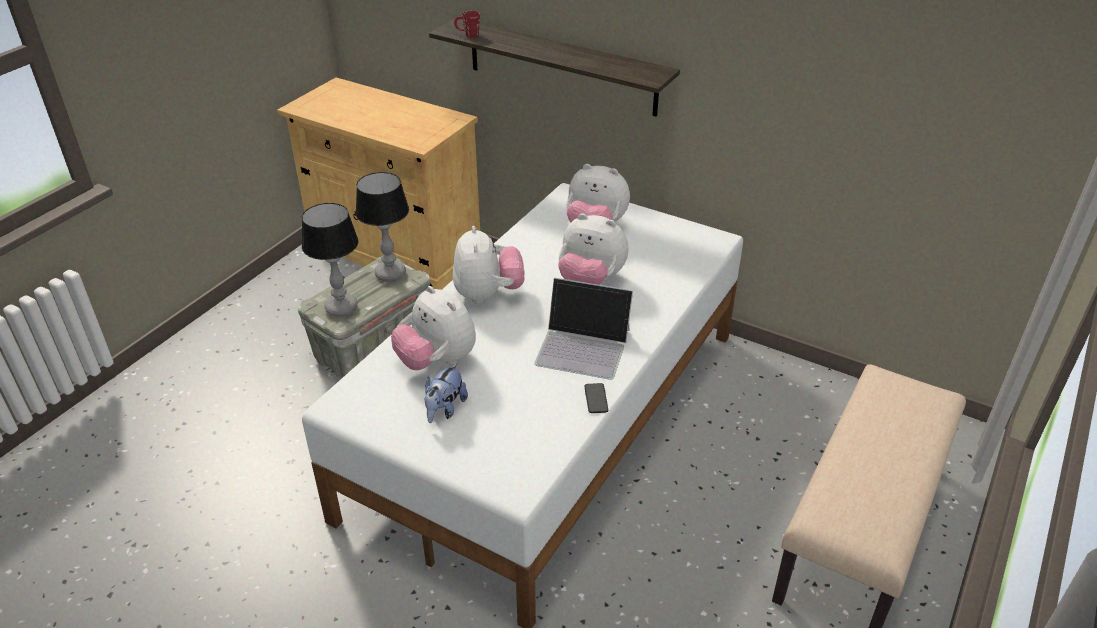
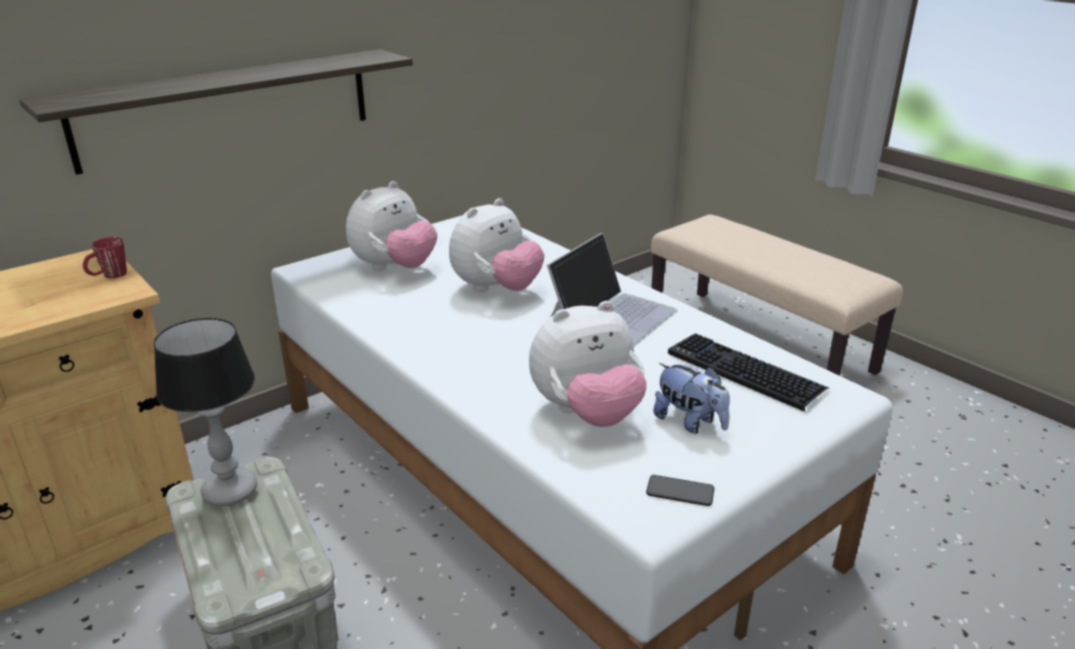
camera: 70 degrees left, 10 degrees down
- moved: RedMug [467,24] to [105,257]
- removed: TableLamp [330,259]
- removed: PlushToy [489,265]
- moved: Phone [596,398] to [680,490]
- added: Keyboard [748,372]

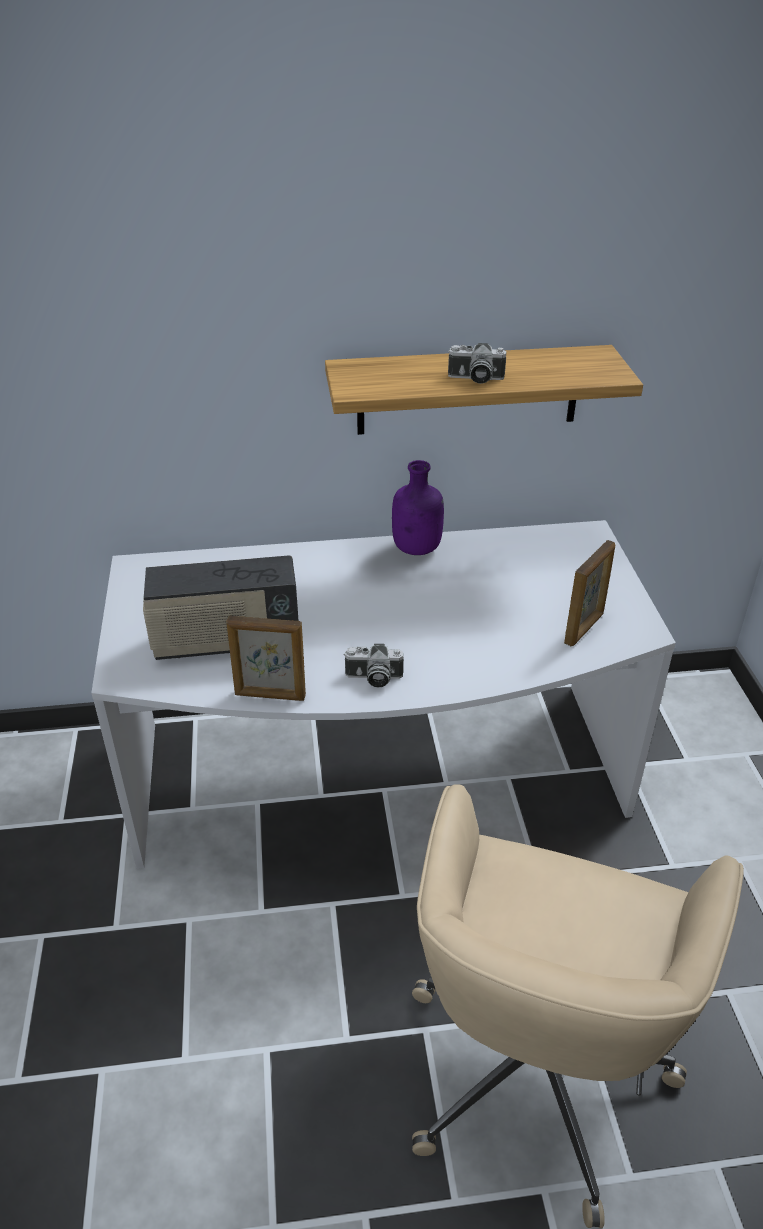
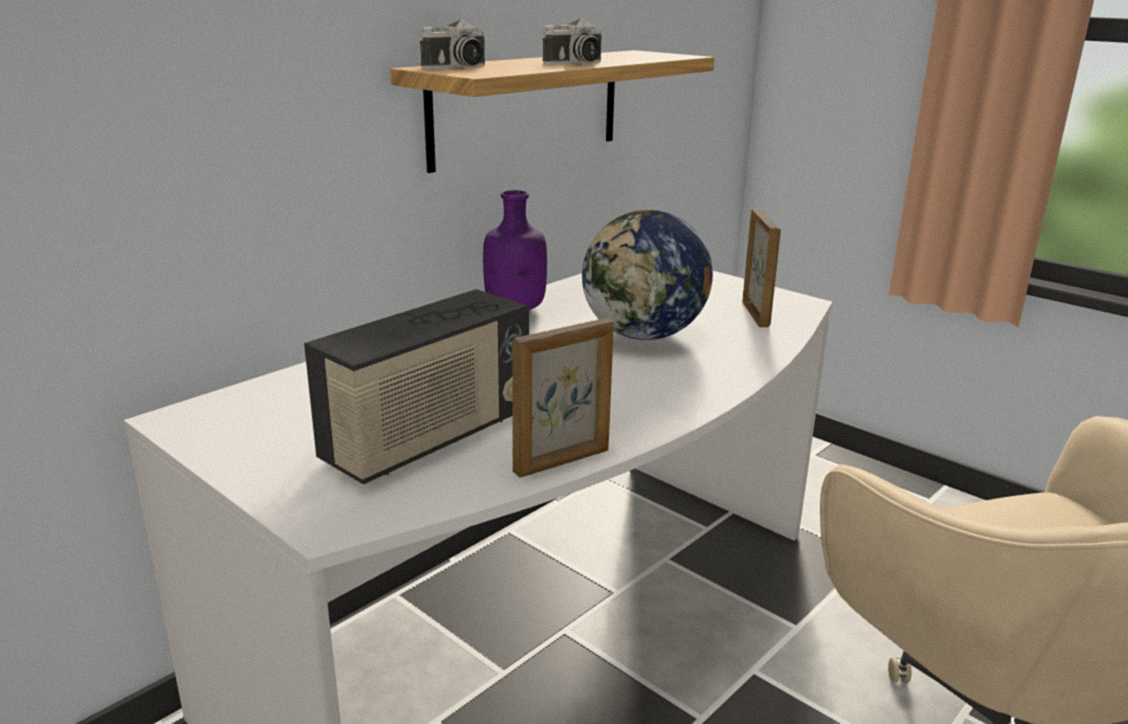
camera: 40 degrees left, 15 degrees down
- moved: PhotoCamera [374,666] to [452,44]
- added: Globe [647,275]

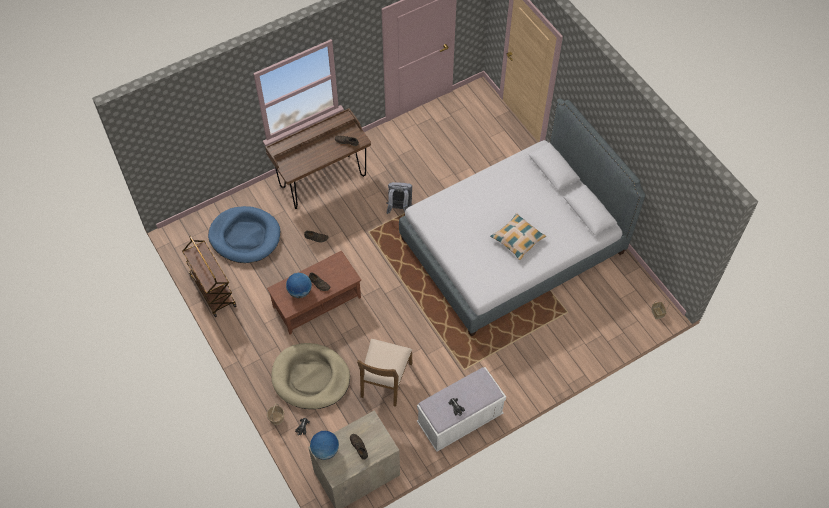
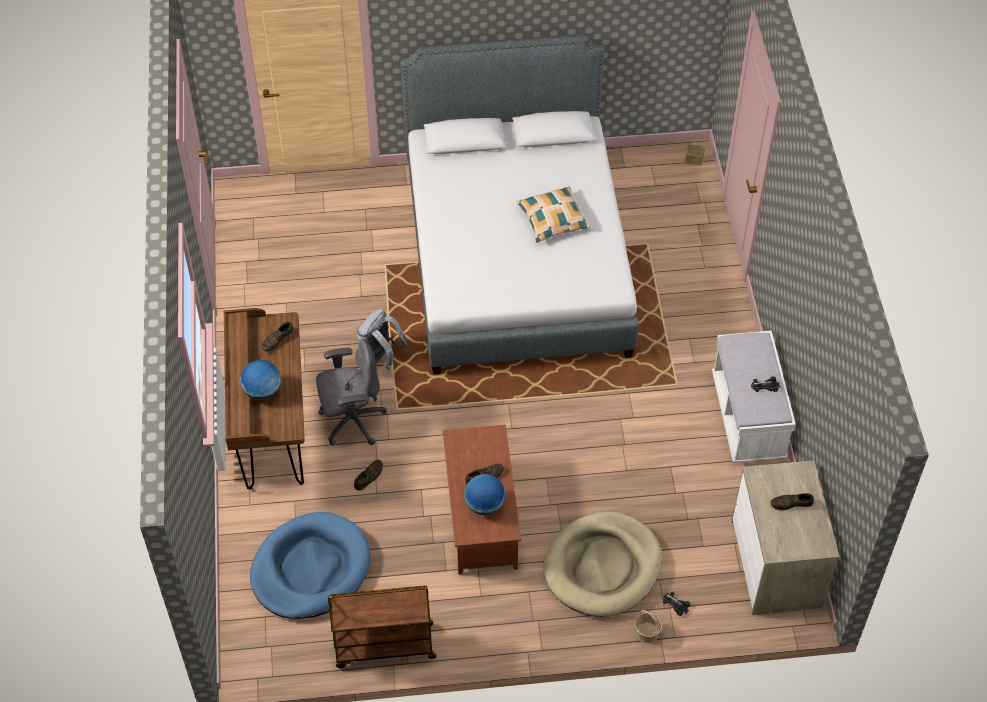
camera: 65 degrees left, 5 degrees down
- removed: BrownChair [384,373]
- moved: Globe [324,445] to [260,380]
- added: GreyOfficeChair [351,392]

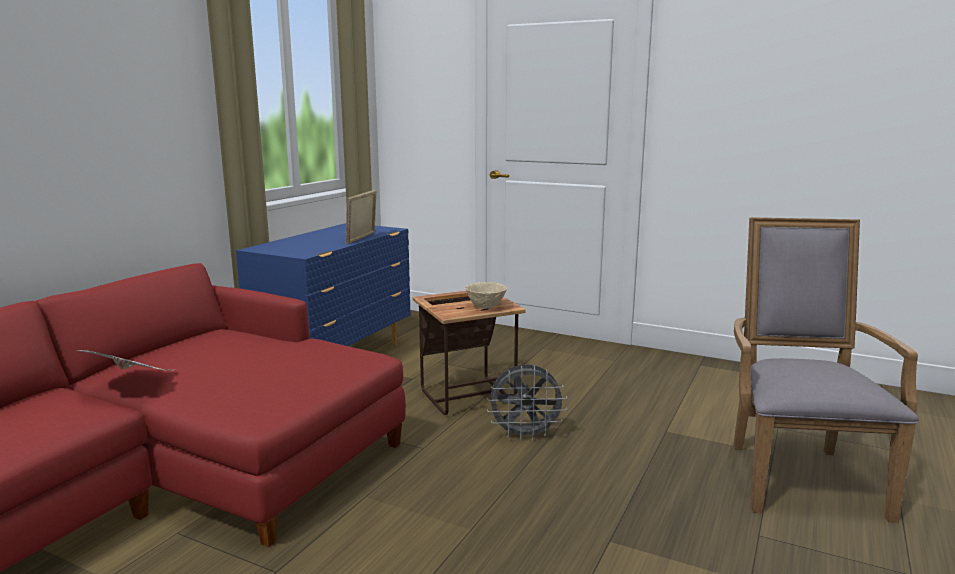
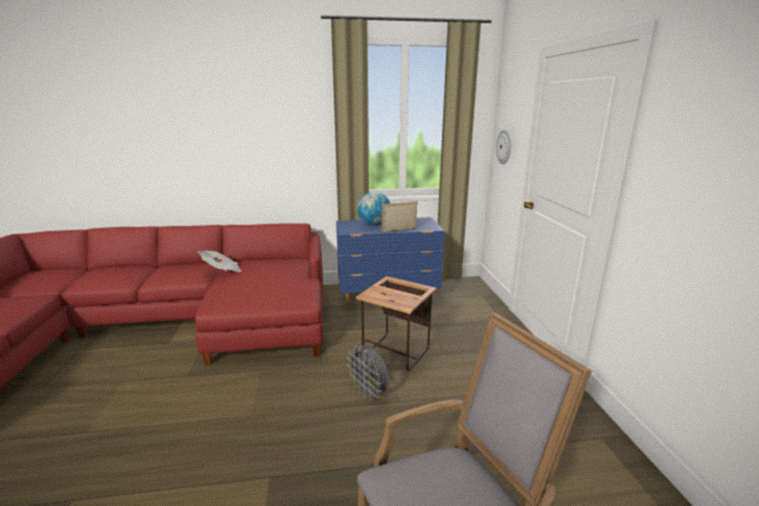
camera: 55 degrees right, 5 degrees up
- removed: BeigeBowl [486,295]
- added: WallClock [503,146]
- added: Globe [373,209]

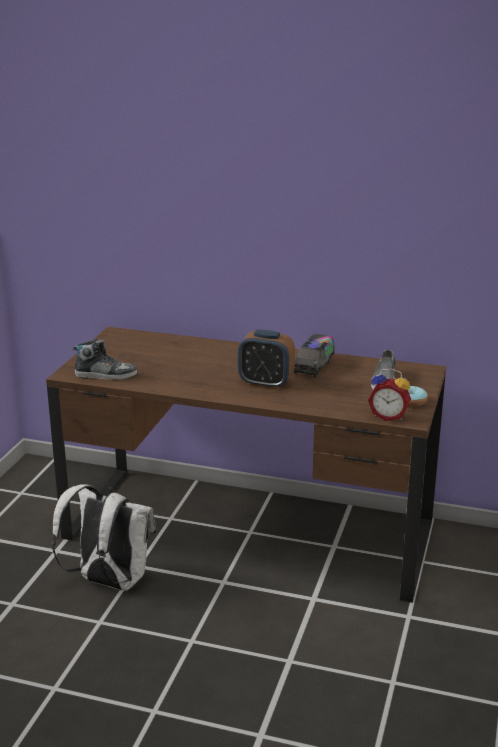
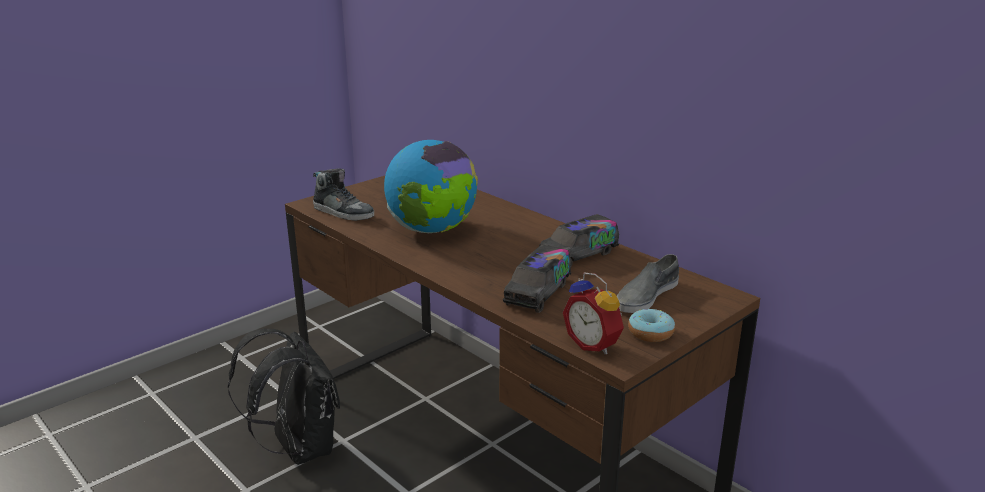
camera: 30 degrees right, 0 degrees up
- removed: AlarmClock [266,359]
- recoloured: WhiteBackpack [104,537] to BlackBackpack [284,397]
- added: Globe [431,186]
- added: ToyTruck [537,279]

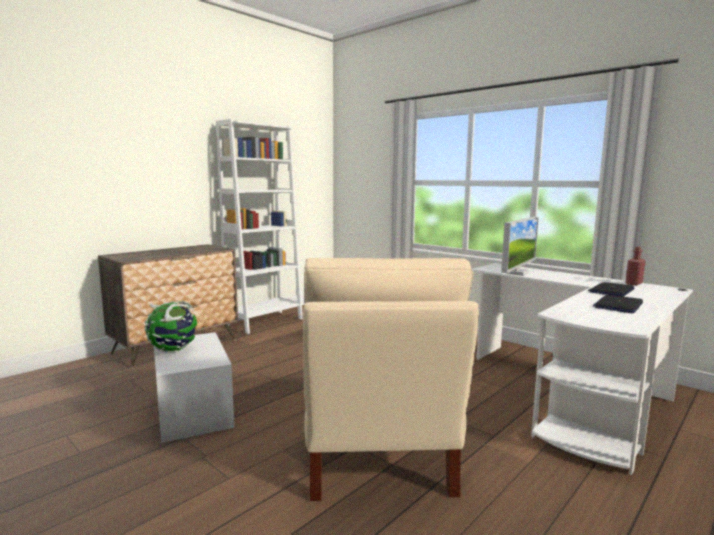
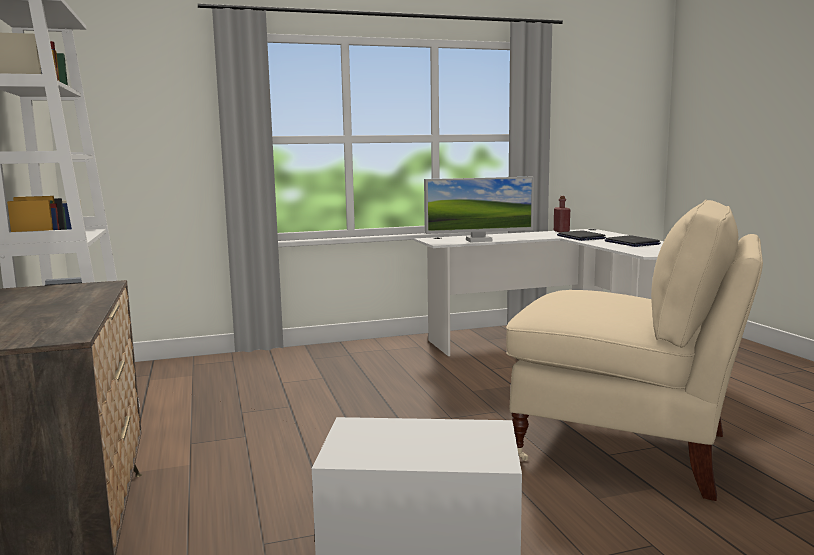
camera: 60 degrees left, 0 degrees up
- turned: Monitor [520,246] = [479,209] 105 degrees clockwise
- removed: Globe [171,326]

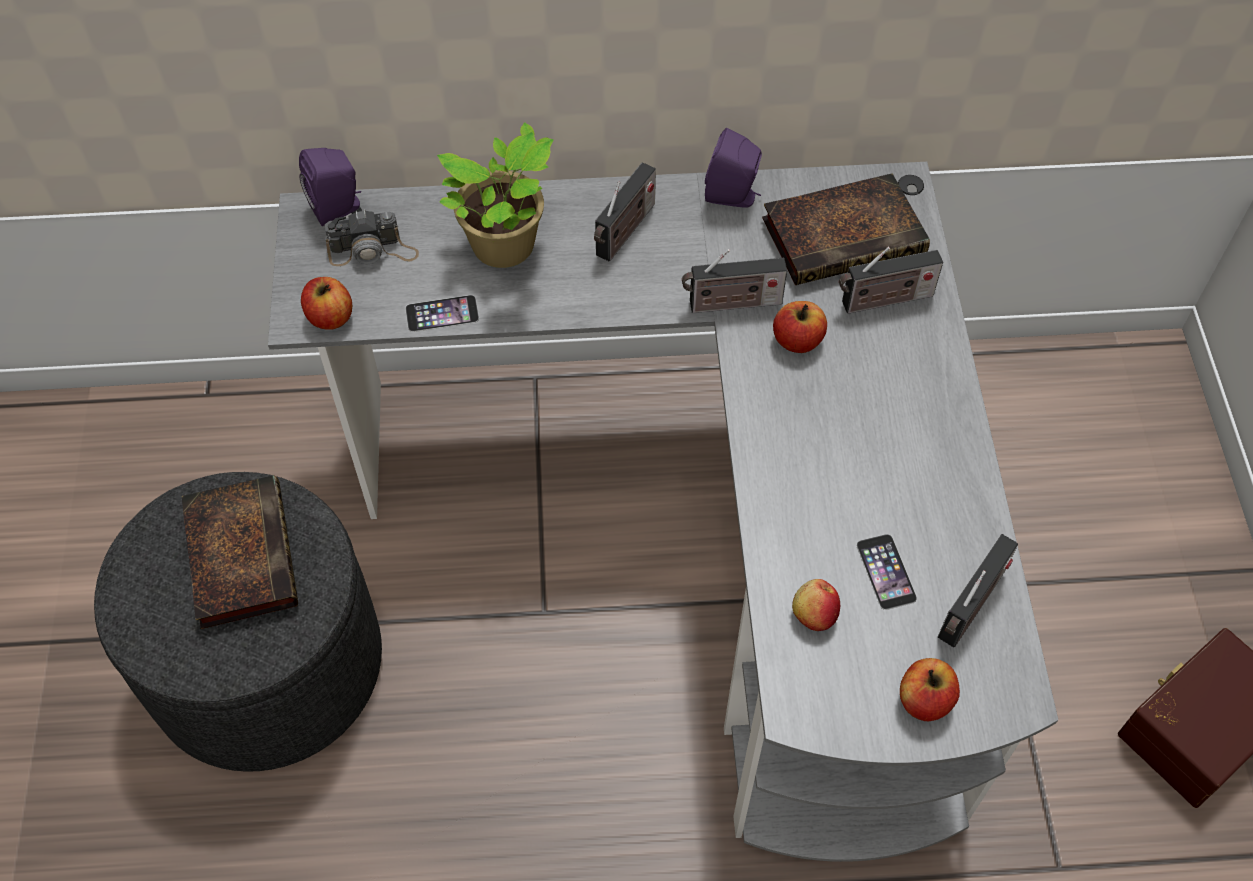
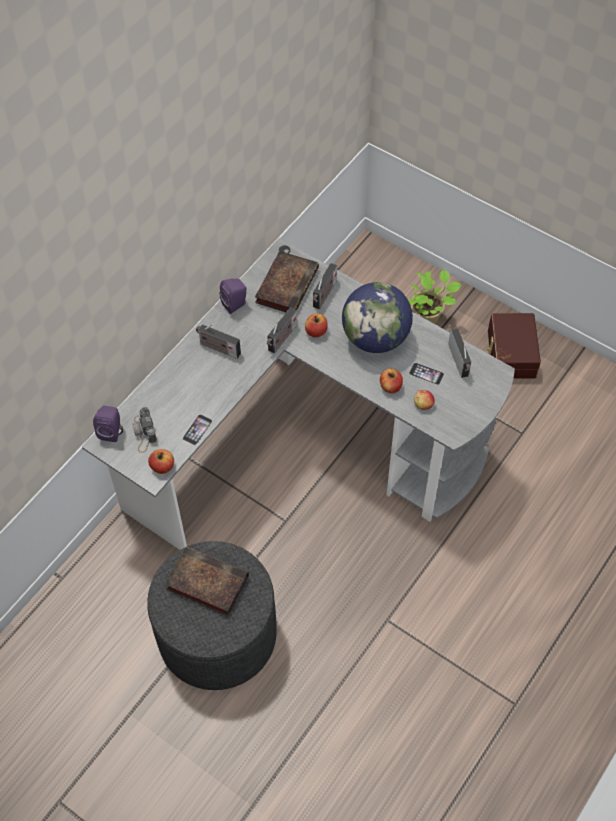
camera: 50 degrees left, 0 degrees up
- moved: PottedPlant [495,195] to [435,297]
- turned: Radio [625,211] = [218,341] 135 degrees clockwise
- turned: PhotoCamera [372,237] = [144,430] 135 degrees clockwise
- moved: Apple [930,689] to [391,380]
- added: Globe [377,317]

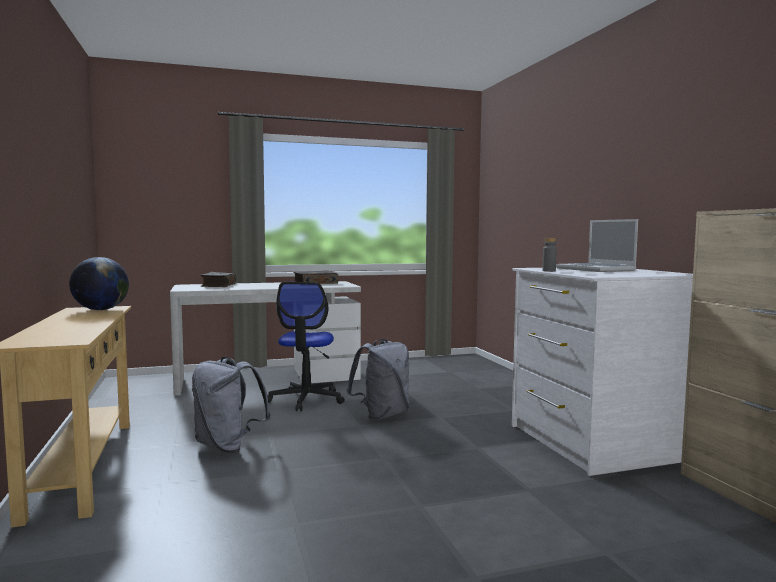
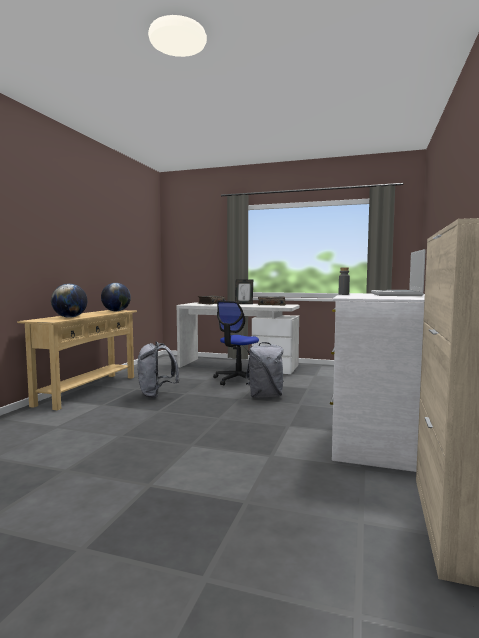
camera: 35 degrees right, 0 degrees up
- added: PictureFrame [244,292]
- added: Globe [69,301]

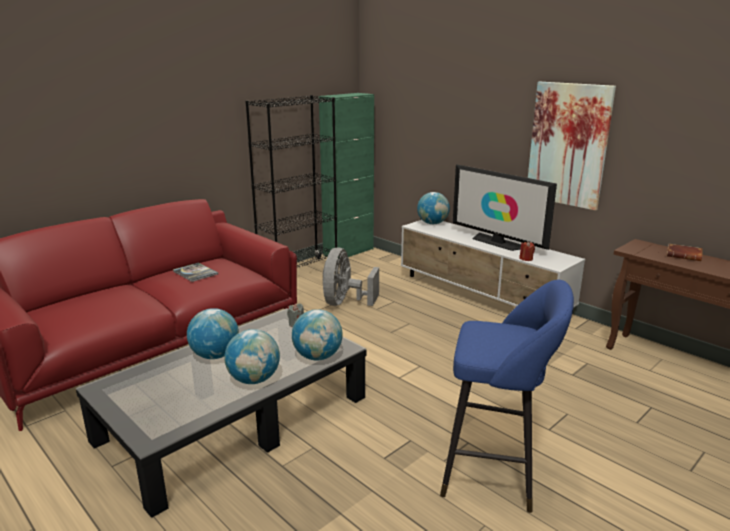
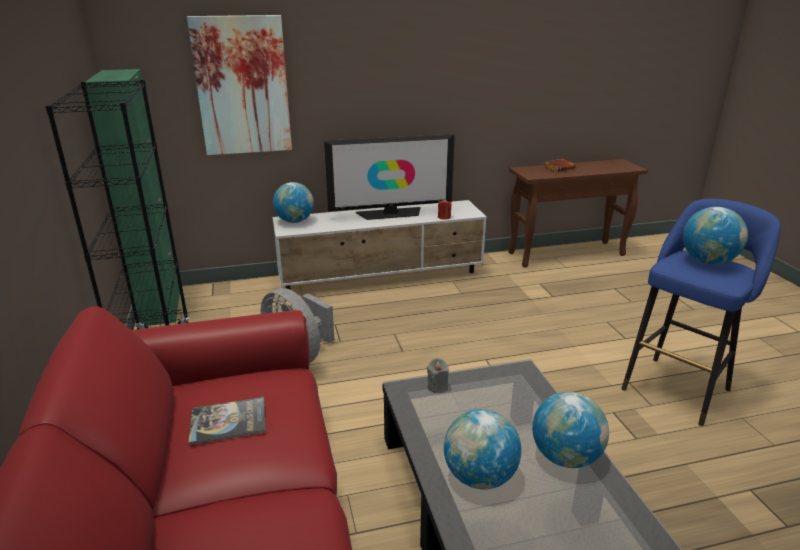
camera: 60 degrees left, 5 degrees up
- moved: Picture [572,146] to [239,85]
- moved: Globe [317,335] to [715,235]

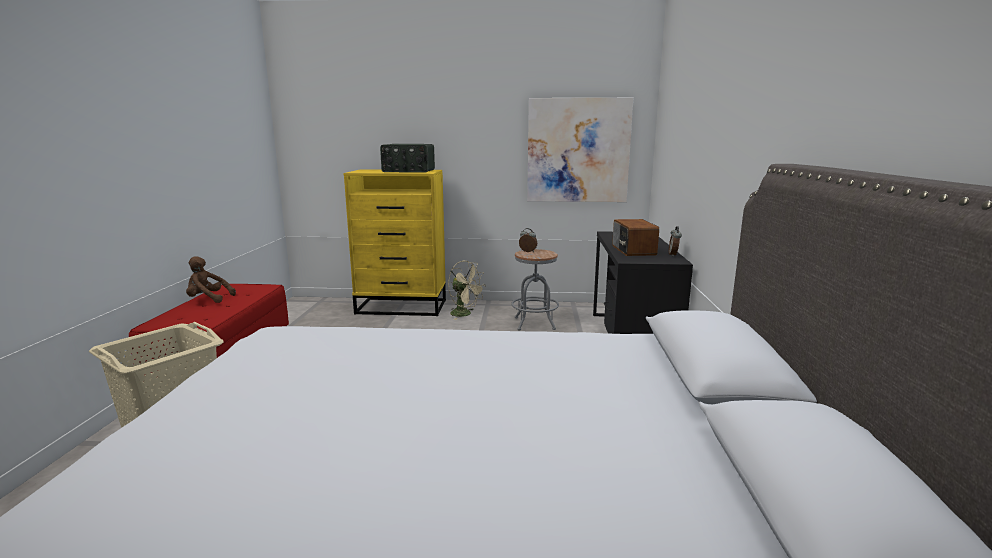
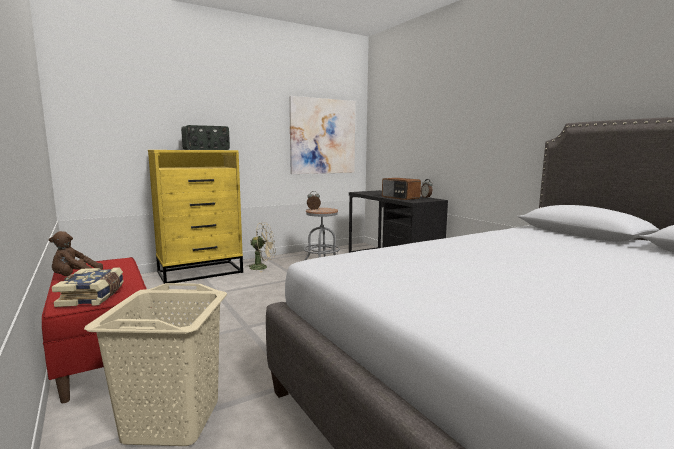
camera: 35 degrees left, 5 degrees down
- added: Book [88,287]

